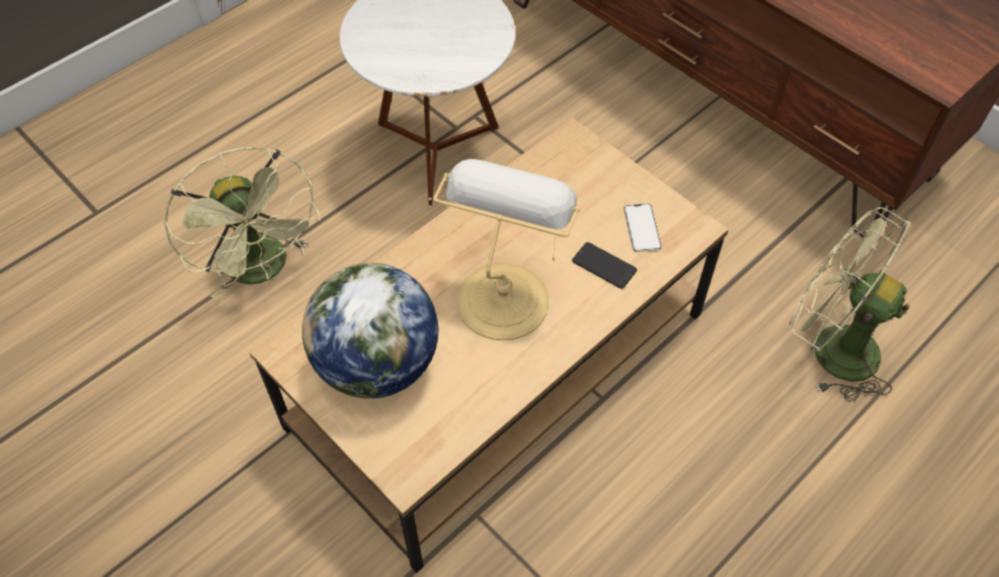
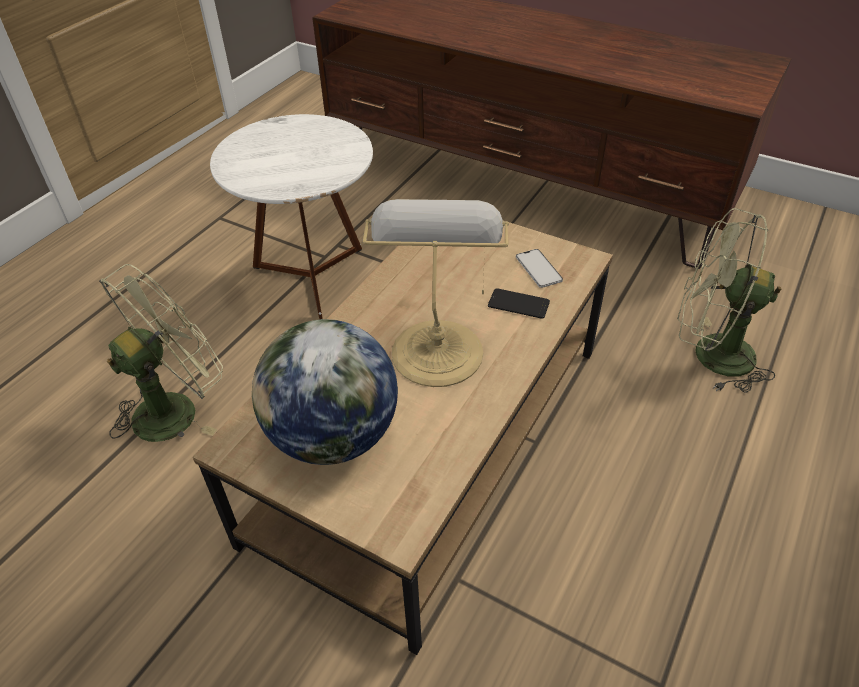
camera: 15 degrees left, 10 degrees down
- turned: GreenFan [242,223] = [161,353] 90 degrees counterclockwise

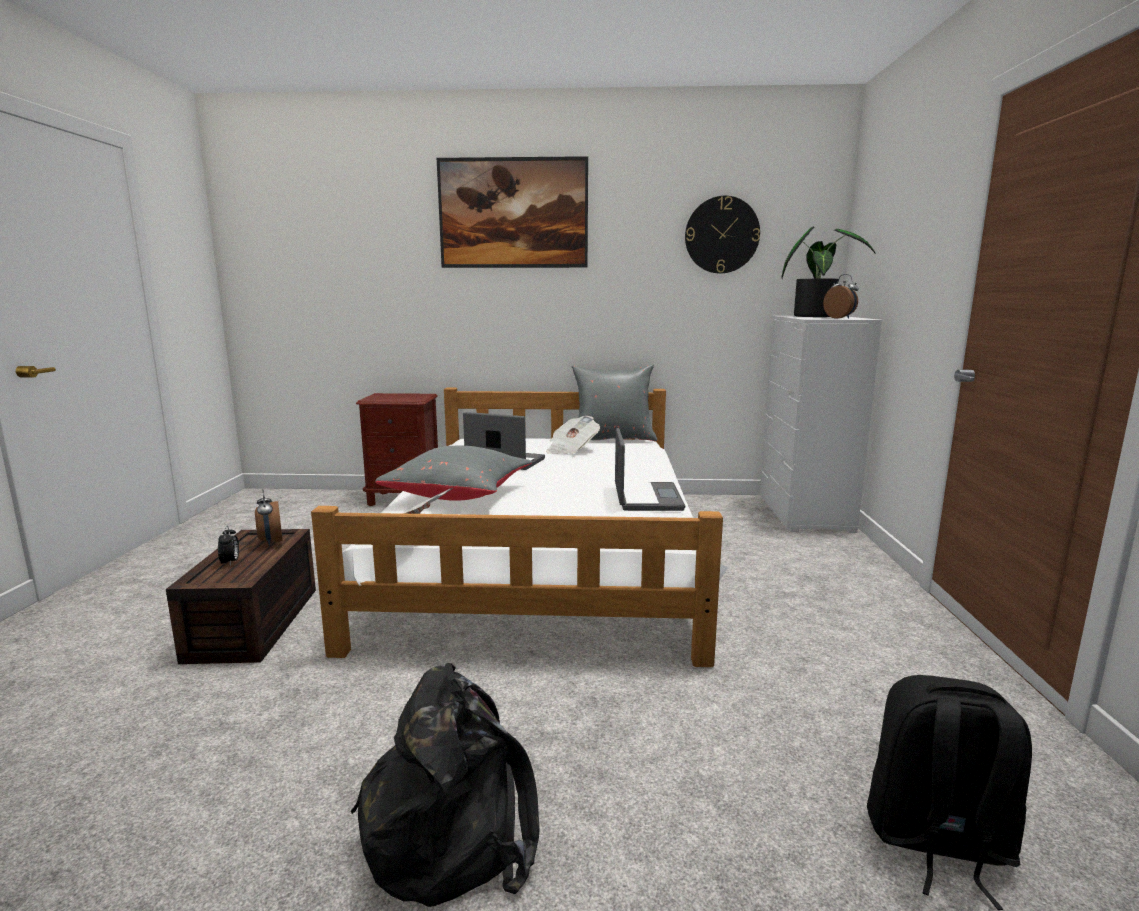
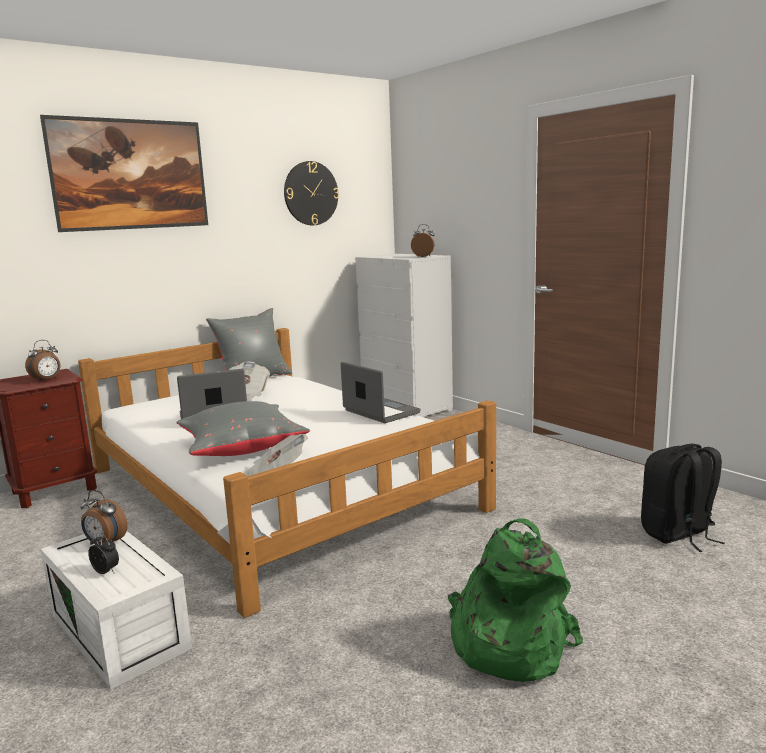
camera: 40 degrees left, 0 degrees up
- removed: PottedPlant [829,272]
- recoloured: BrownStorageBox [241,596] to WhiteStorageBox [116,610]
- recoloured: BlackBackpack [445,785] to GreenBackpack [515,600]
- added: AlarmClock [43,361]

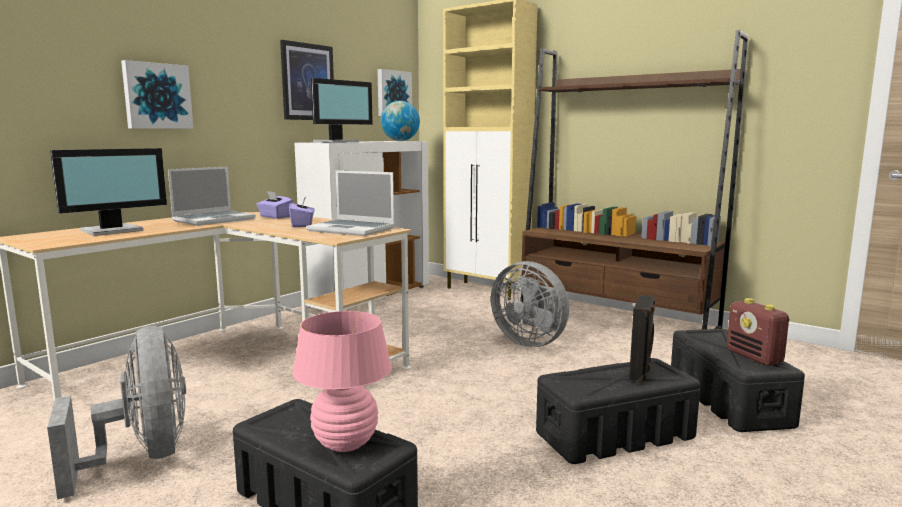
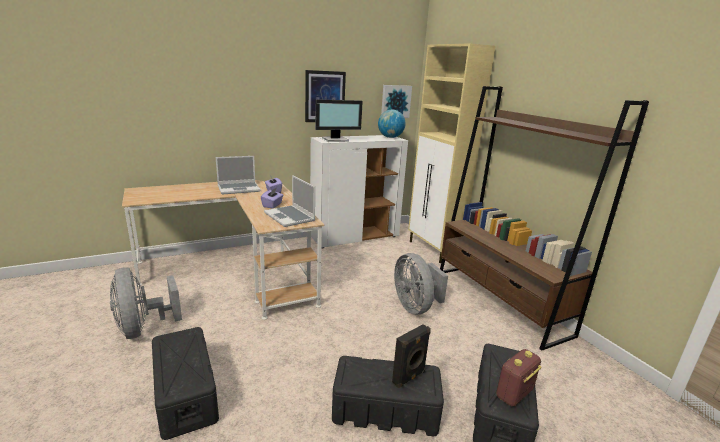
camera: 25 degrees right, 10 degrees up
- removed: Picture [157,94]
- removed: Monitor [108,192]
- turned: Radio [758,331] = [519,377] 45 degrees clockwise
- removed: PinkTableLamp [342,381]
- turned: GreyFan [116,412] = [146,303] 150 degrees clockwise

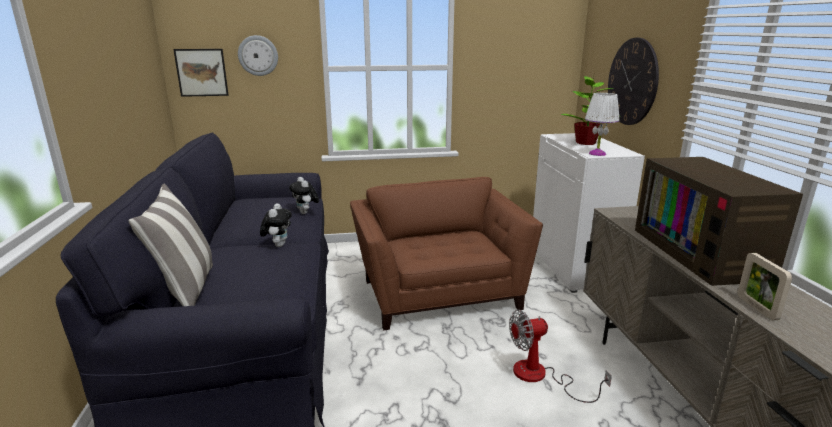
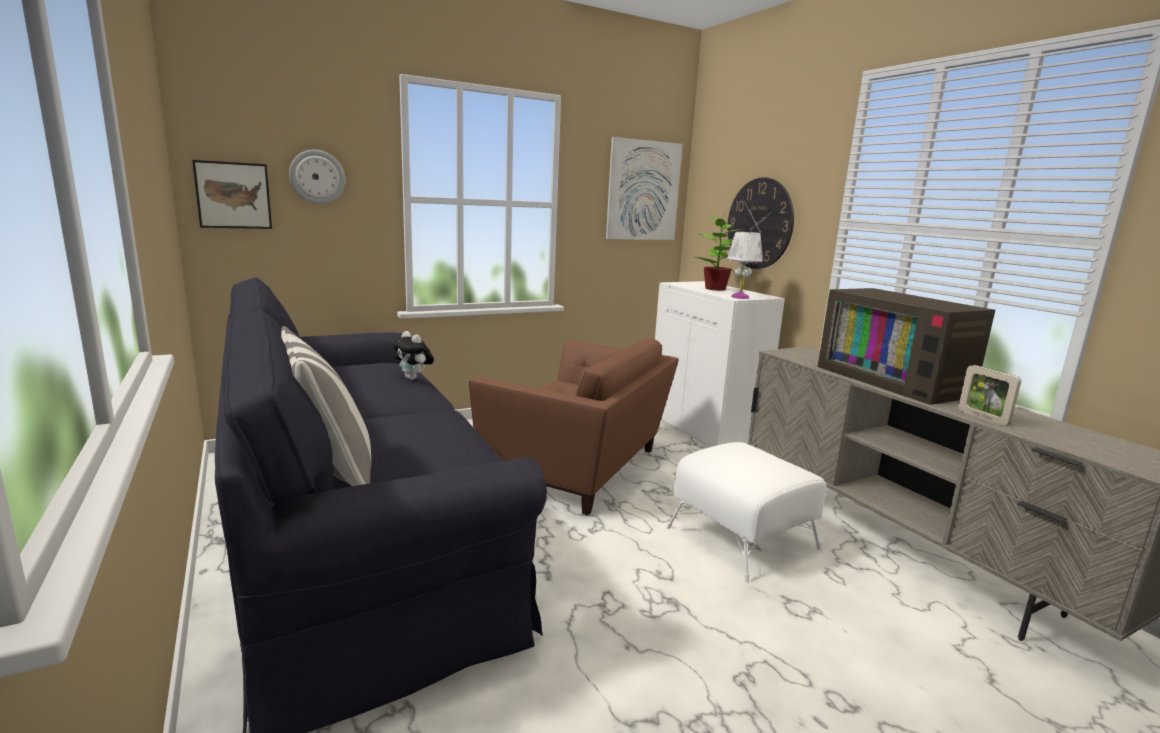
camera: 20 degrees left, 5 degrees down
- turned: BrownArmchair [446,253] = [574,427] 150 degrees clockwise
- removed: PlushToy [276,225]
- replaced: Fan [560,356] to WhiteOttoman [746,512]
- added: Picture [644,188]

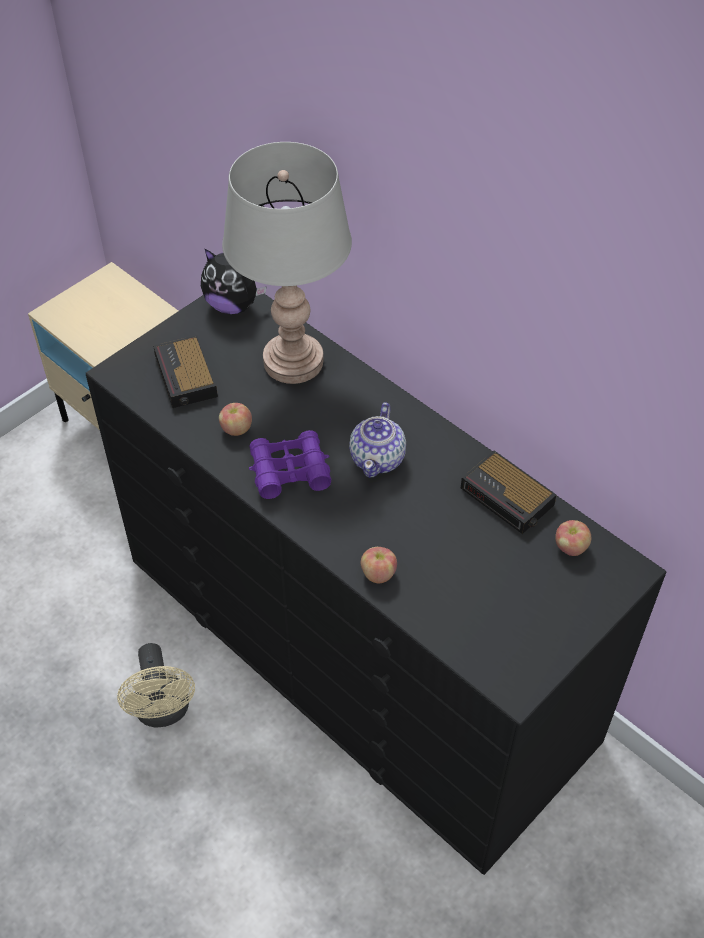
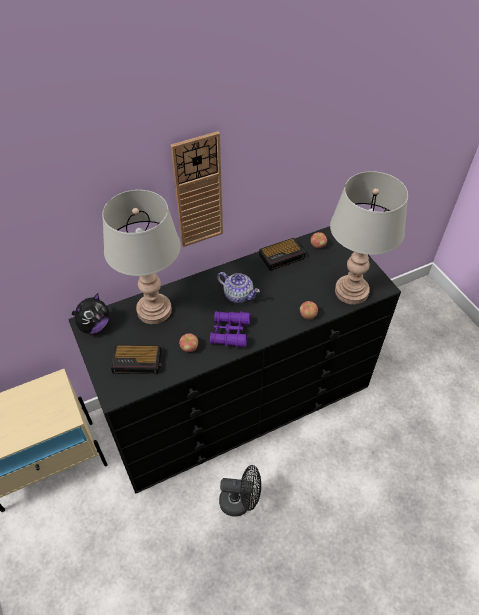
camera: 70 degrees left, 0 degrees up
- recoloured: BeigeFan [156,685] to BlackFan [240,491]
- added: WallClock [197,189]
- added: GreyTableLamp [369,238]

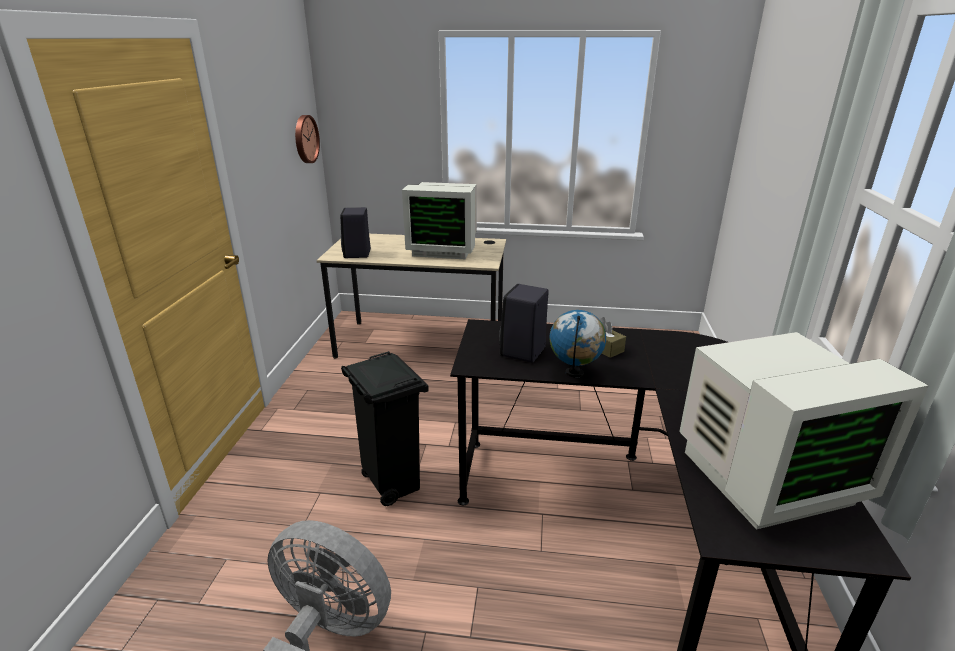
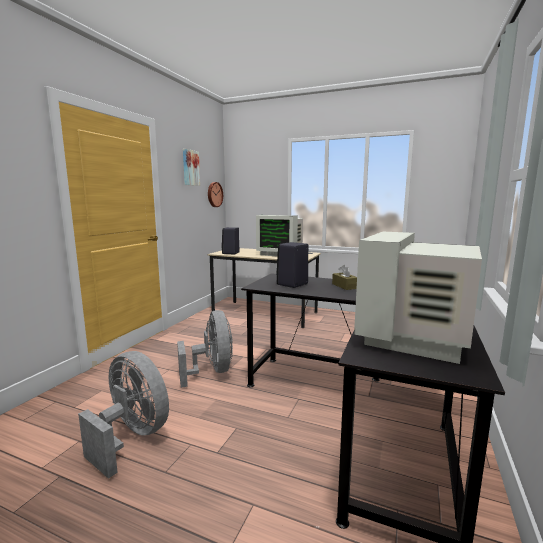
camera: 15 degrees right, 15 degrees down
- removed: Globe [577,343]
- turned: Monitor [804,431] = [418,298] 120 degrees clockwise
- replaced: BlackTrashCan [384,428] to GreyFan [205,349]
- added: Picture [191,167]

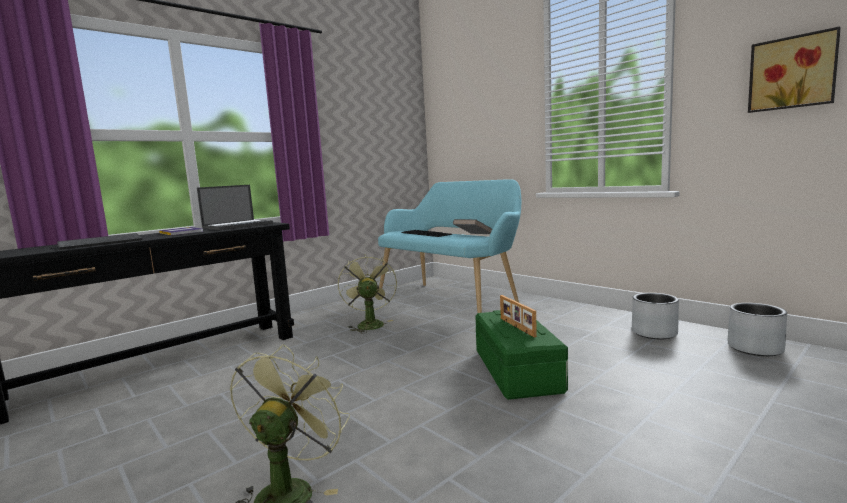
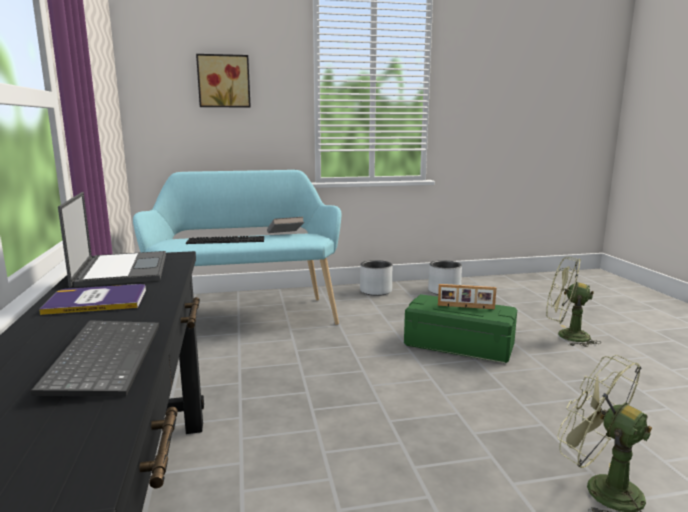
camera: 60 degrees left, 5 degrees up
- moved: Picture [794,69] to [223,80]
- moved: GreenFan [367,293] to [573,302]
- moved: GreyPlanter [757,329] to [376,278]

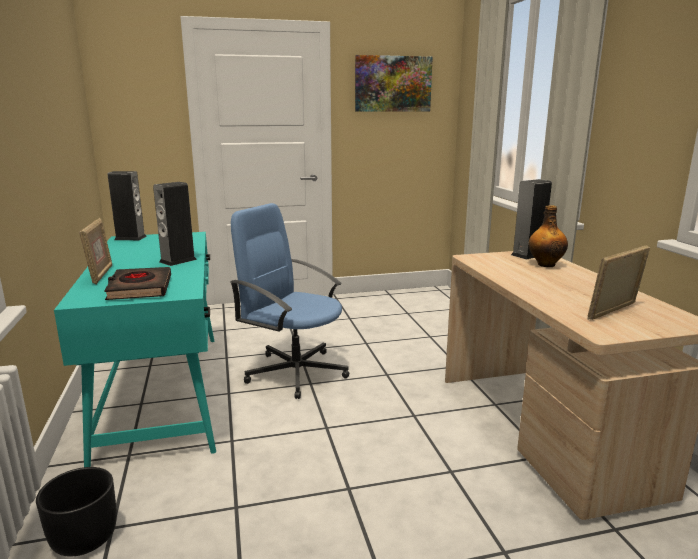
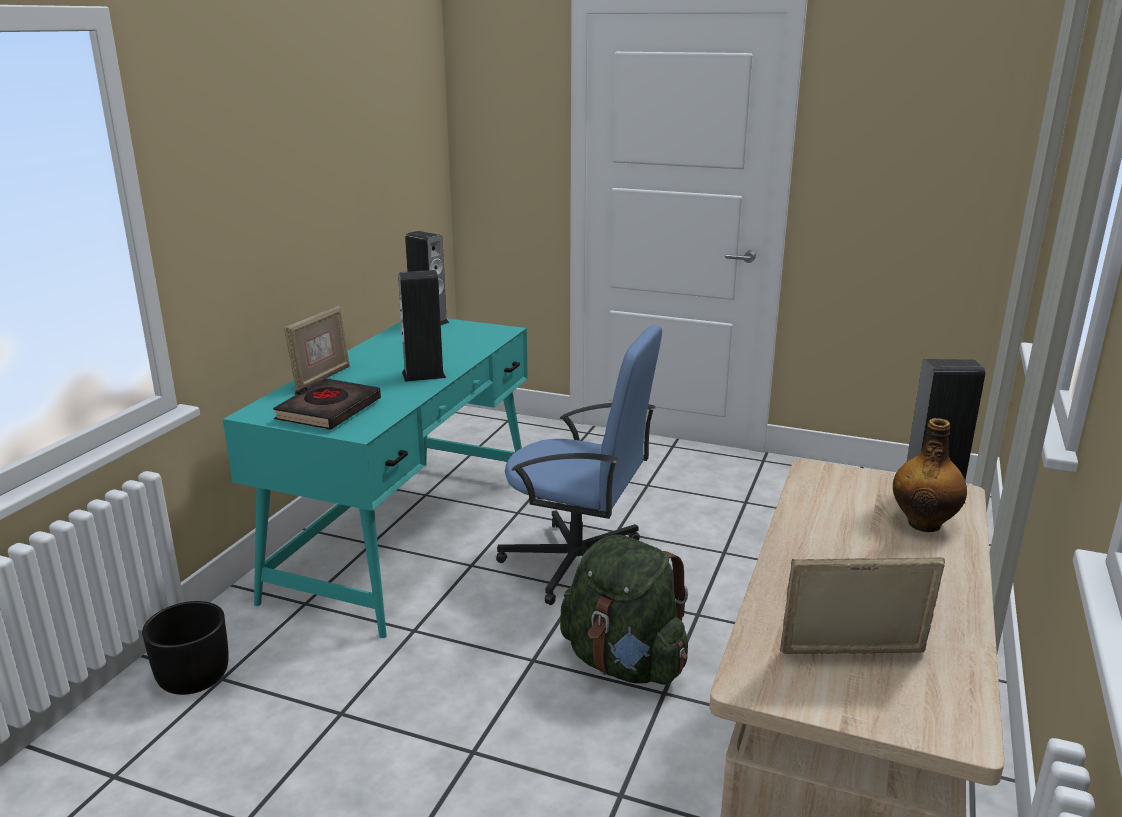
camera: 35 degrees right, 5 degrees up
- removed: Picture [394,83]
- turned: BlueOfficeChair [289,301] = [579,465] 135 degrees clockwise
- added: GreenBackpack [624,610]

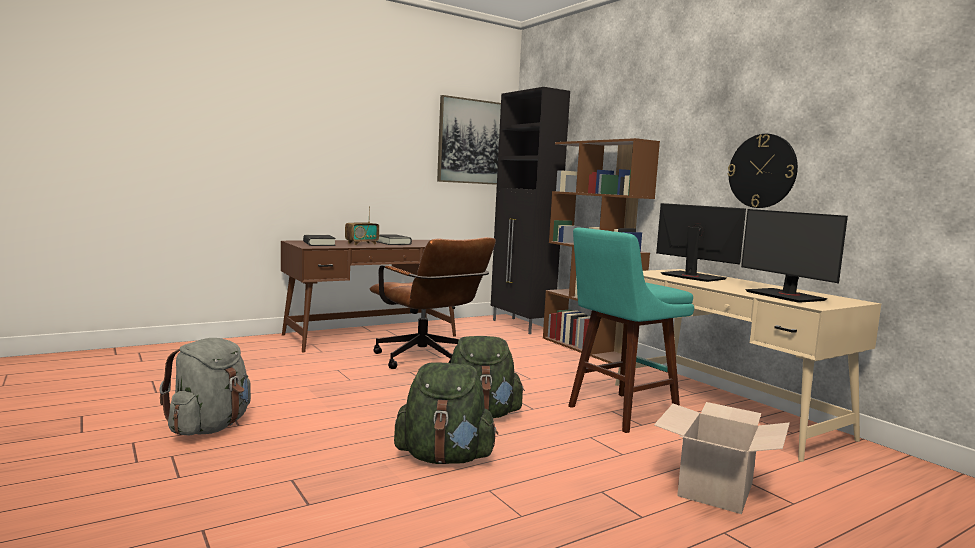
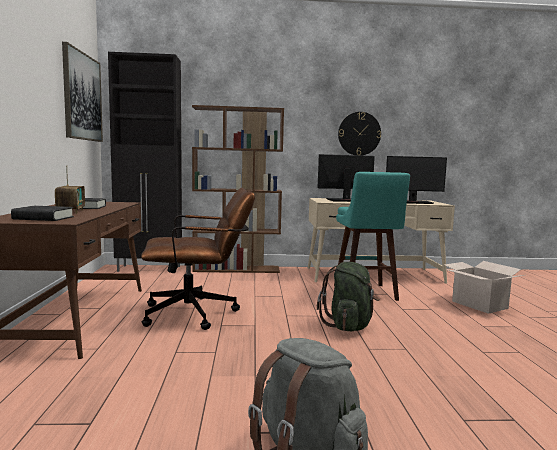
camera: 60 degrees left, 0 degrees up
- removed: GreenBackpack [446,413]

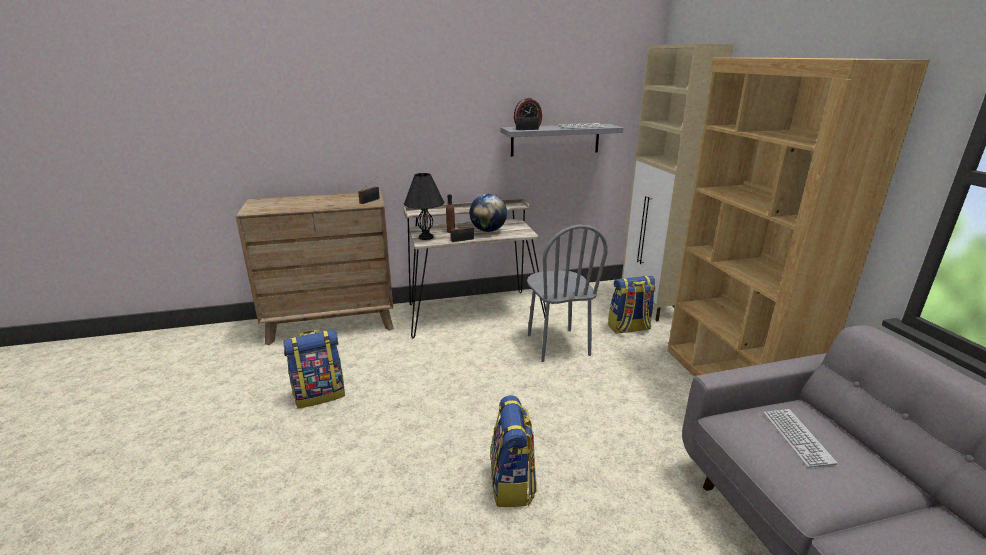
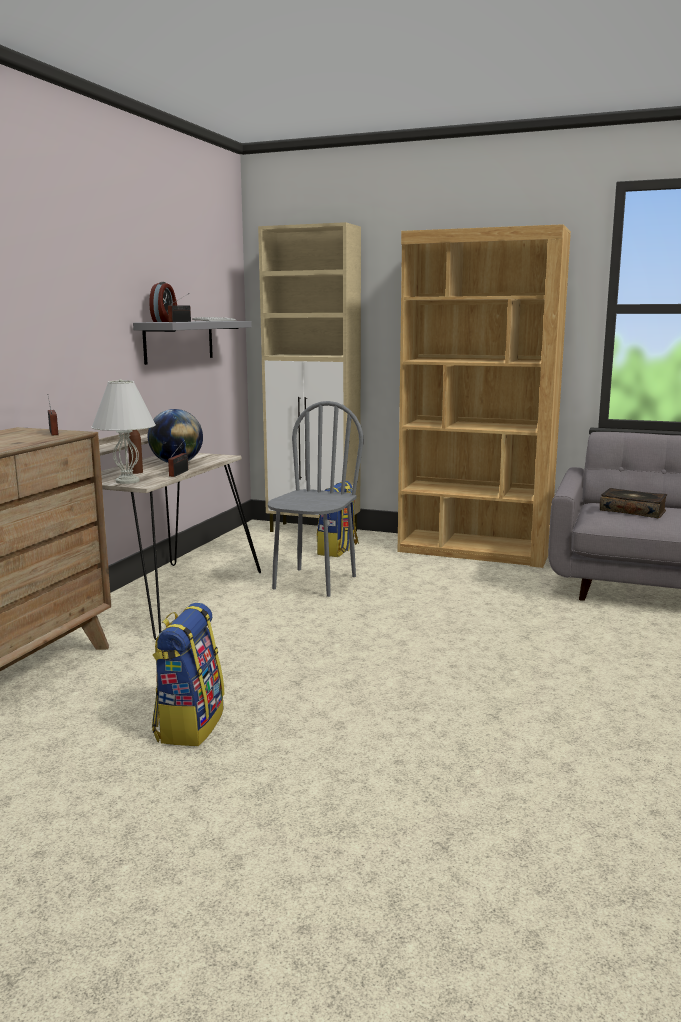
camera: 55 degrees left, 10 degrees down
- recoloured: BlackTableLamp [424,206] to WhiteTableLamp [123,431]
- turned: GreyChair [567,293] = [316,499] 90 degrees counterclockwise
- removed: Backpack [513,451]
- replaced: Keyboard [801,438] to Book [633,503]

